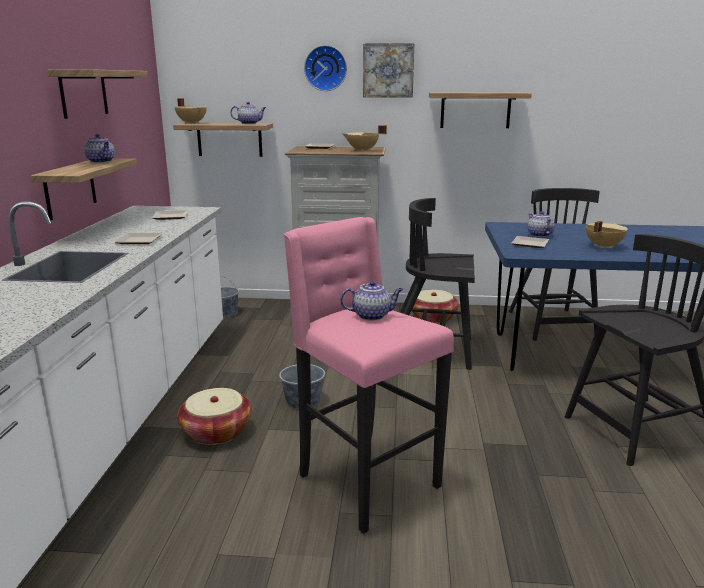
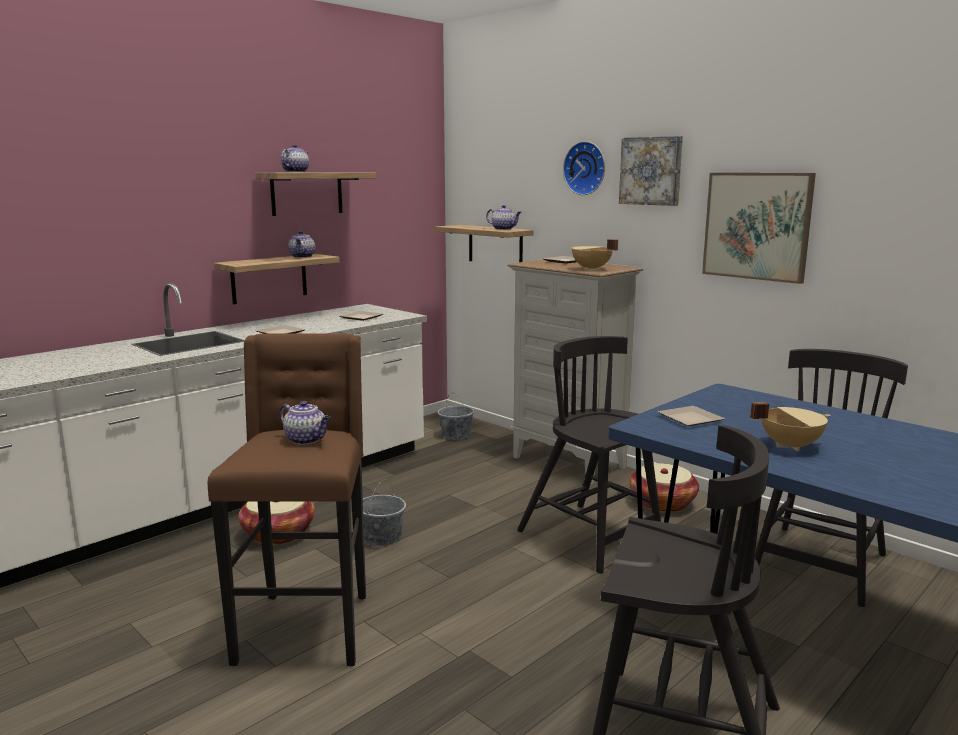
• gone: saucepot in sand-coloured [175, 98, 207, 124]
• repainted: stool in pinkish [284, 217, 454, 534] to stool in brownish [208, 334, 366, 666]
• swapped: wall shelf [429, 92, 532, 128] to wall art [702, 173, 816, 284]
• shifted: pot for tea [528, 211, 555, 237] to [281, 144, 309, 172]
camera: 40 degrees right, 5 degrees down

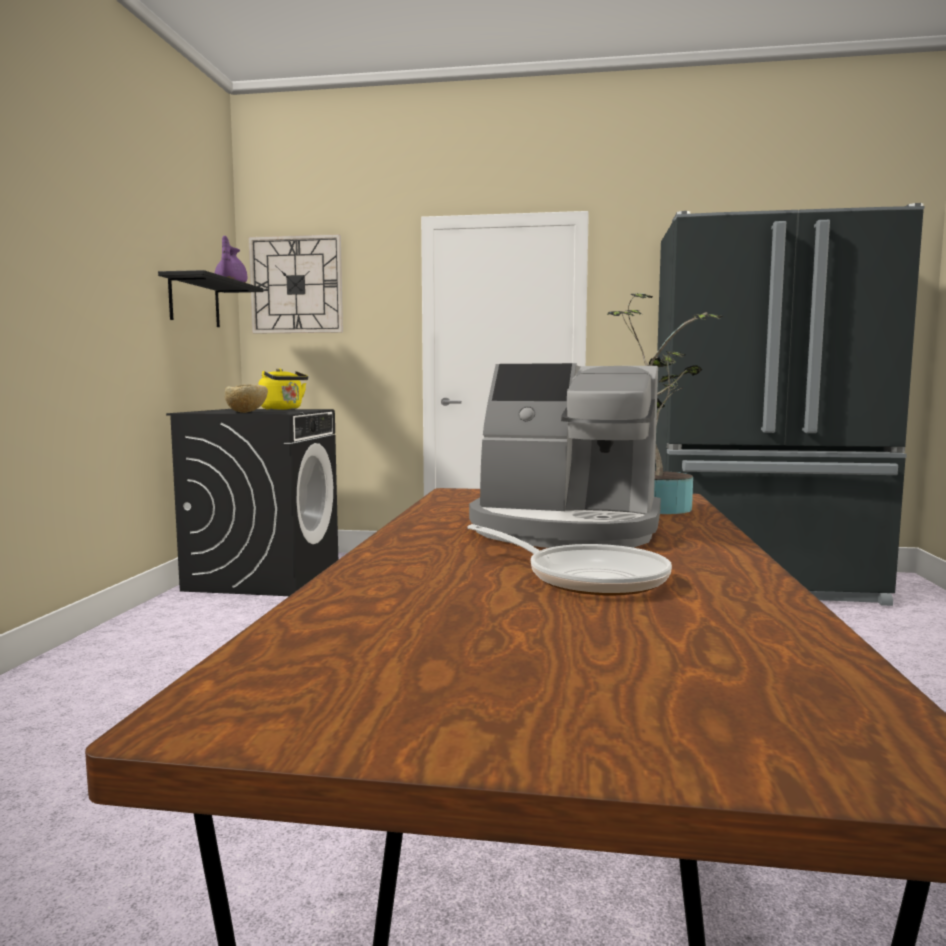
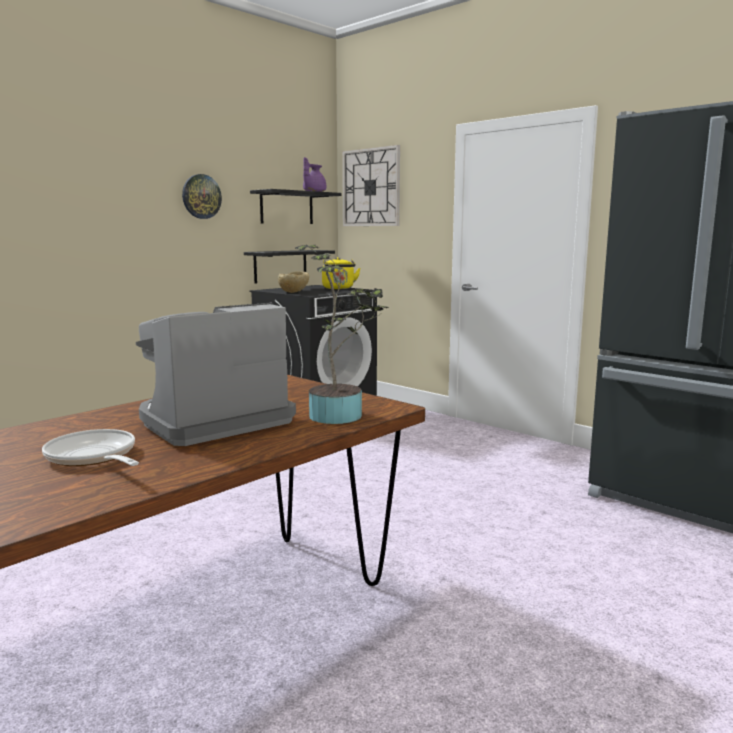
• rotated: pan [467, 524, 672, 595] = [42, 429, 139, 466] 150 degrees clockwise
• rotated: coffee brewer [469, 363, 661, 548] = [136, 303, 296, 446] 90 degrees clockwise
• new: clock on the wall [182, 174, 222, 219]
• new: wall shelf in black [244, 250, 335, 284]
camera: 35 degrees right, 5 degrees up

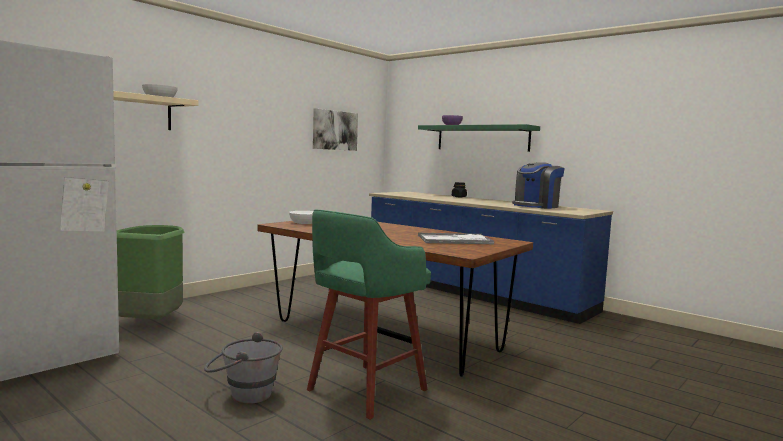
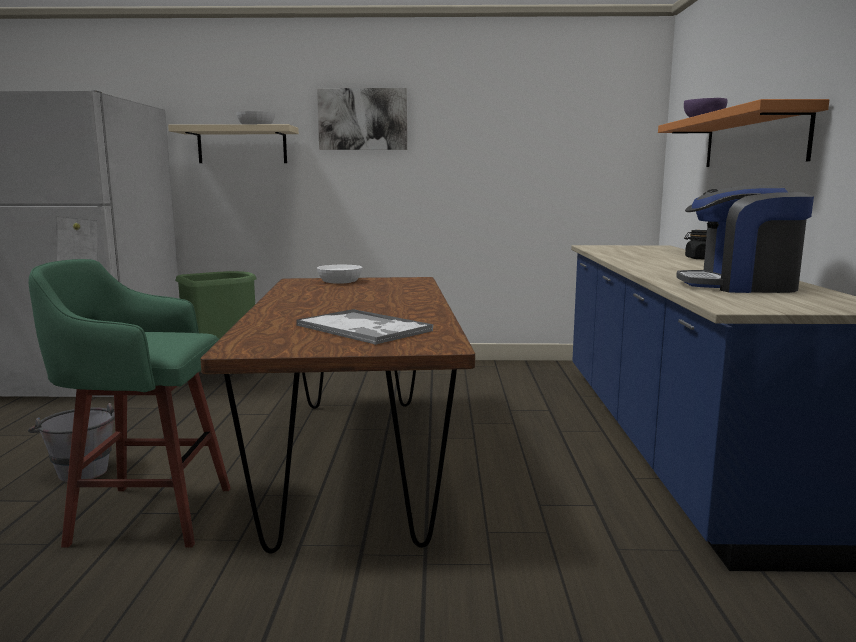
• shifted: wall art [313, 108, 358, 151] to [317, 88, 407, 150]
• repainted: wall shelf in green [418, 124, 540, 152] to wall shelf in orangey [658, 99, 830, 167]
camera: 50 degrees right, 5 degrees up

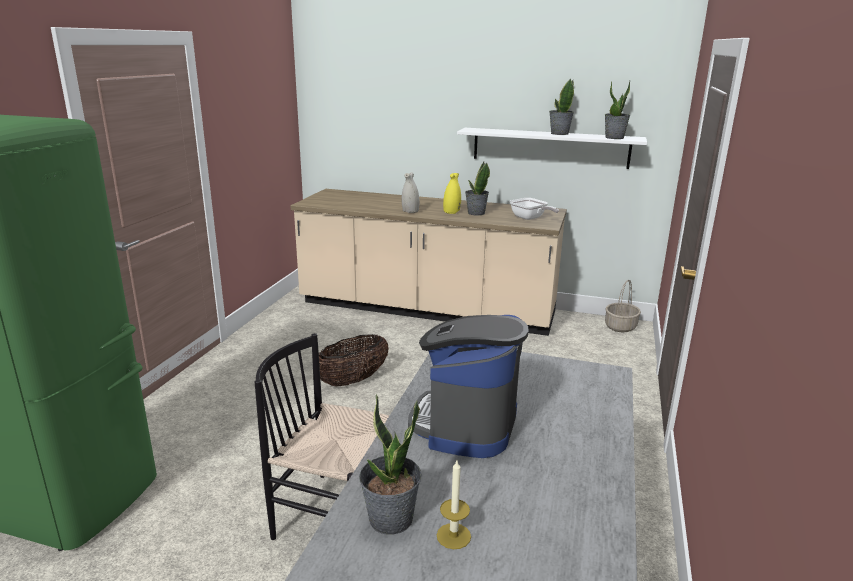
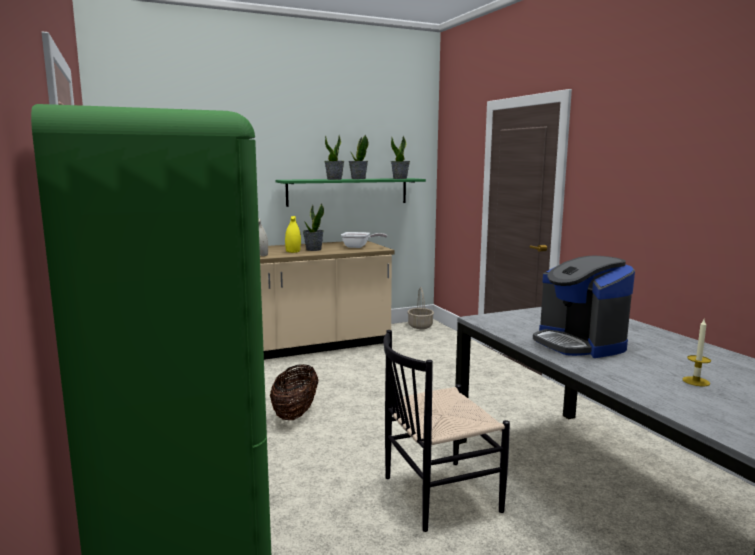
• shifted: houseplant [359, 394, 422, 535] to [325, 135, 344, 180]
• repainted: wall shelf in white-coloured [457, 128, 647, 169] to wall shelf in green [276, 178, 426, 207]
camera: 40 degrees left, 10 degrees down

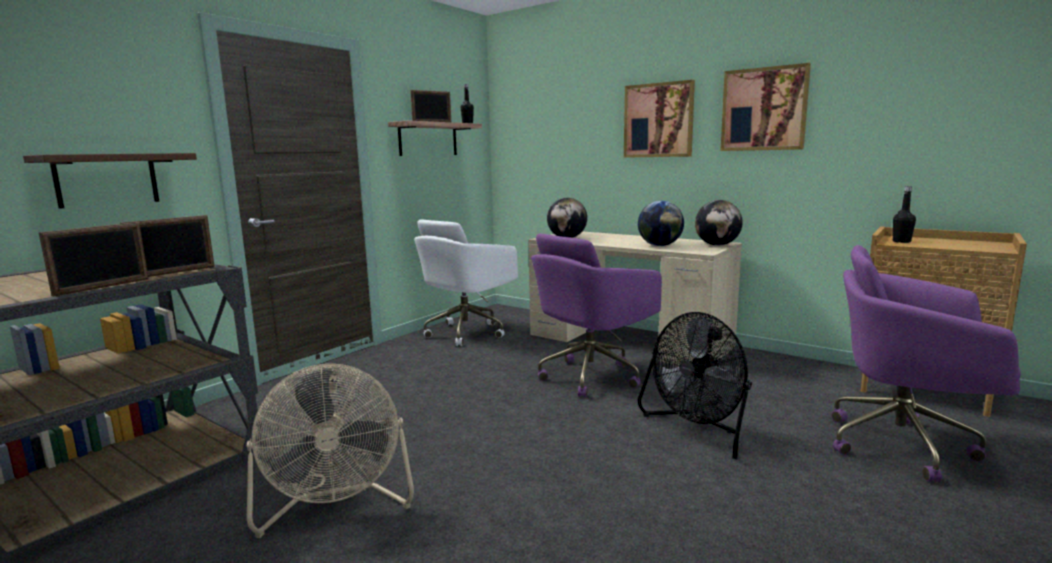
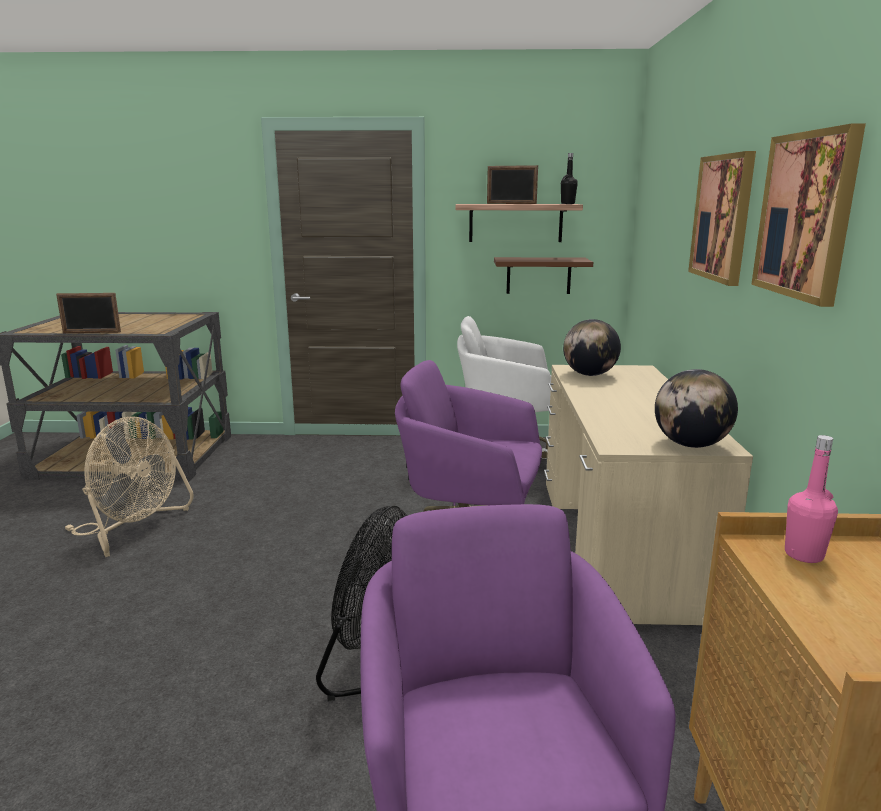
• shifted: wall shelf in brownish [23, 153, 197, 209] to [494, 257, 593, 294]
• gone: standing frame [120, 215, 215, 277]
• rotated: fan in sand-coloured [246, 364, 414, 538] = [65, 417, 193, 557] 105 degrees counterclockwise
• gone: world globe [638, 201, 684, 246]
• repainted: bottle in black [893, 186, 916, 243] to bottle in pinkish [785, 435, 838, 563]
camera: 55 degrees right, 5 degrees up

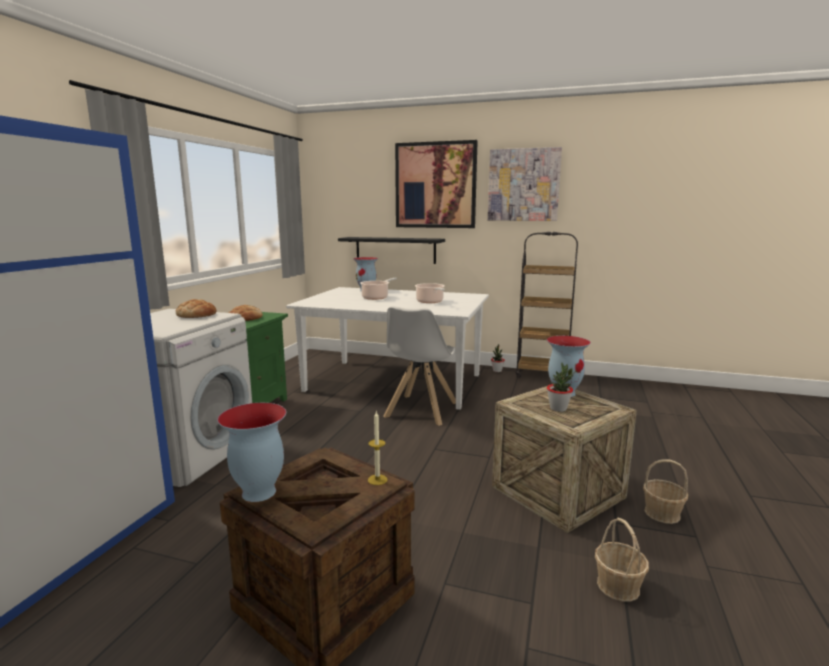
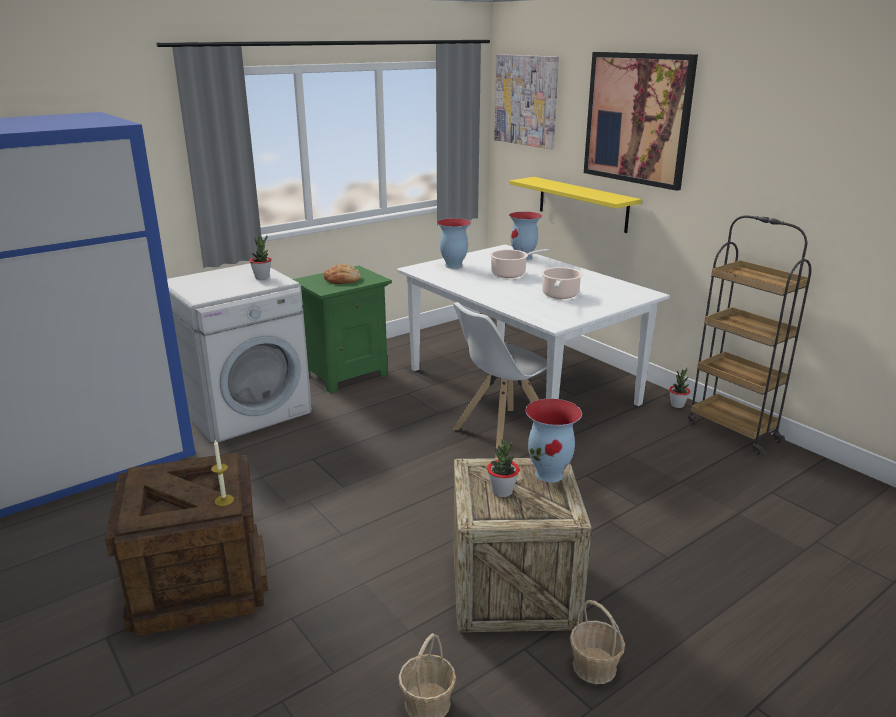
• swapped: bread [176, 299, 217, 318] to houseplant [249, 235, 272, 280]
• shifted: vase [217, 403, 286, 502] to [437, 218, 471, 269]
• repainted: wall shelf in black [338, 237, 445, 264] to wall shelf in yellowish [509, 177, 642, 233]
• shifted: wall art [488, 147, 562, 221] to [494, 54, 559, 149]
camera: 35 degrees right, 10 degrees up

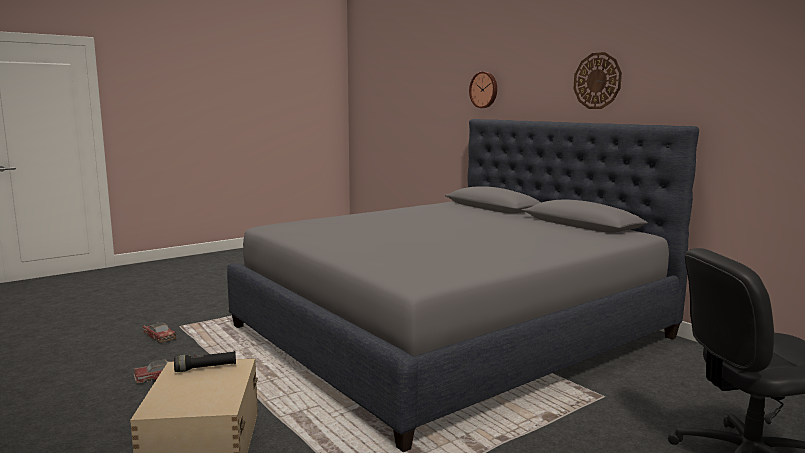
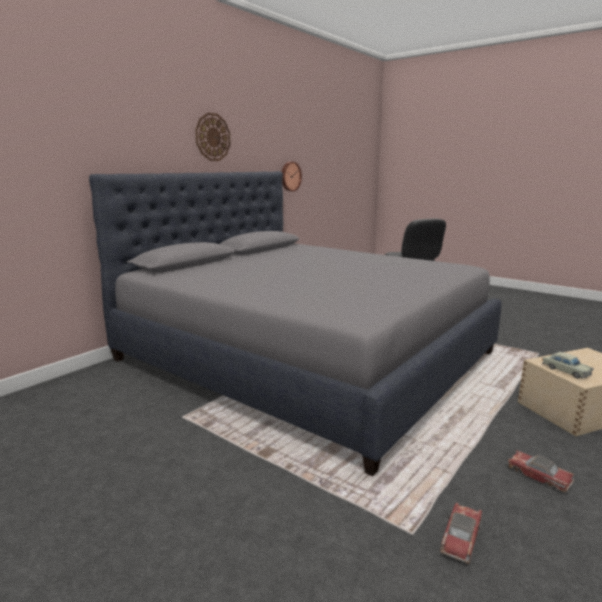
• swapped: torch in black [174, 351, 236, 372] to model car in sand-coloured [542, 352, 594, 378]
• shifted: clock on the wall [469, 72, 497, 108] to [282, 162, 302, 191]
camera: 105 degrees left, 5 degrees up

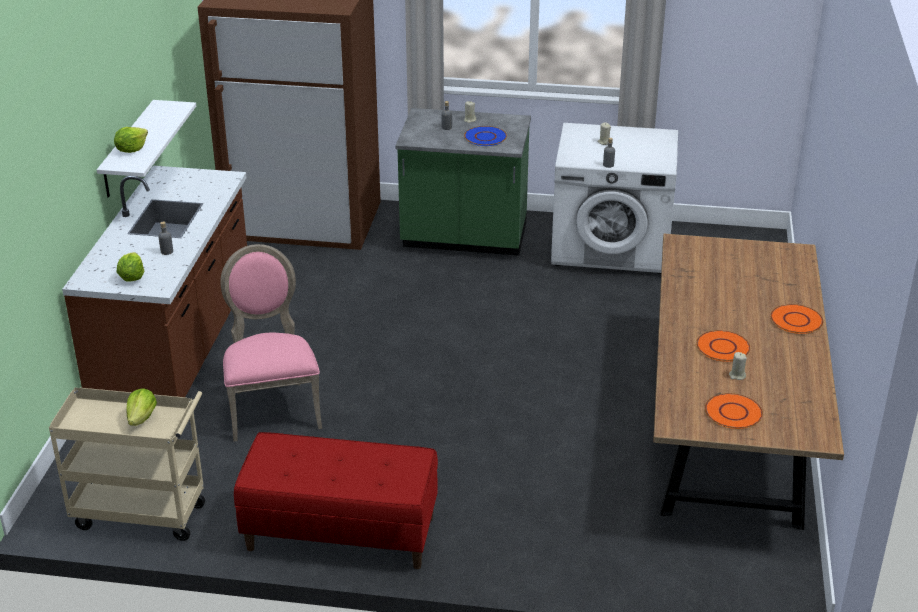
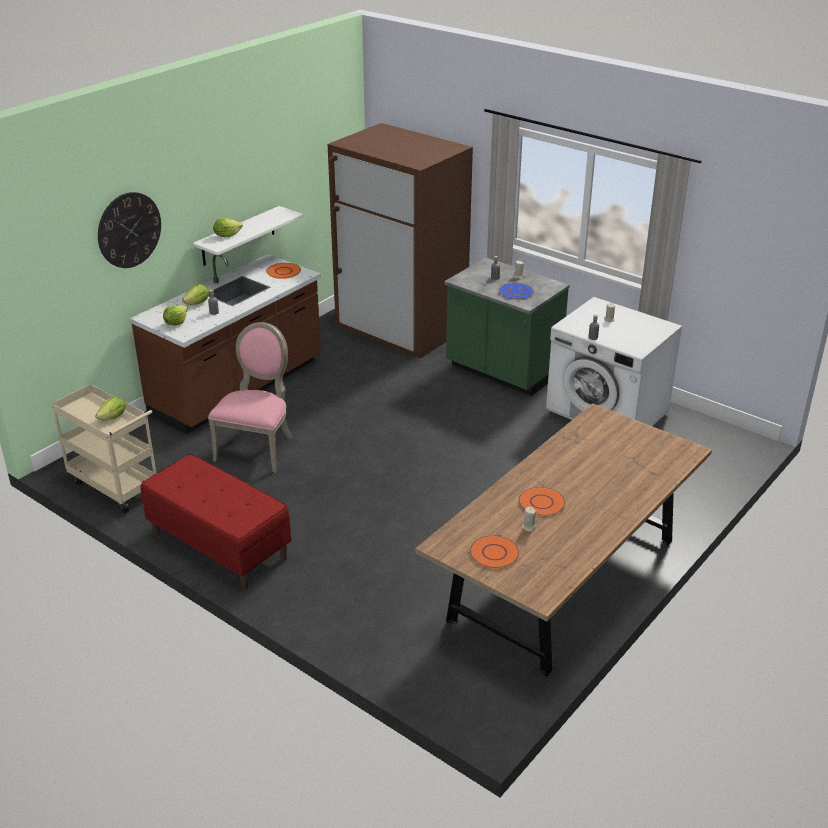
• shifted: dinner plate in orangey [770, 304, 823, 334] to [266, 263, 301, 279]
• new: clock on the wall [98, 192, 161, 268]
• new: lettuce head [182, 284, 209, 305]
camera: 30 degrees right, 0 degrees up

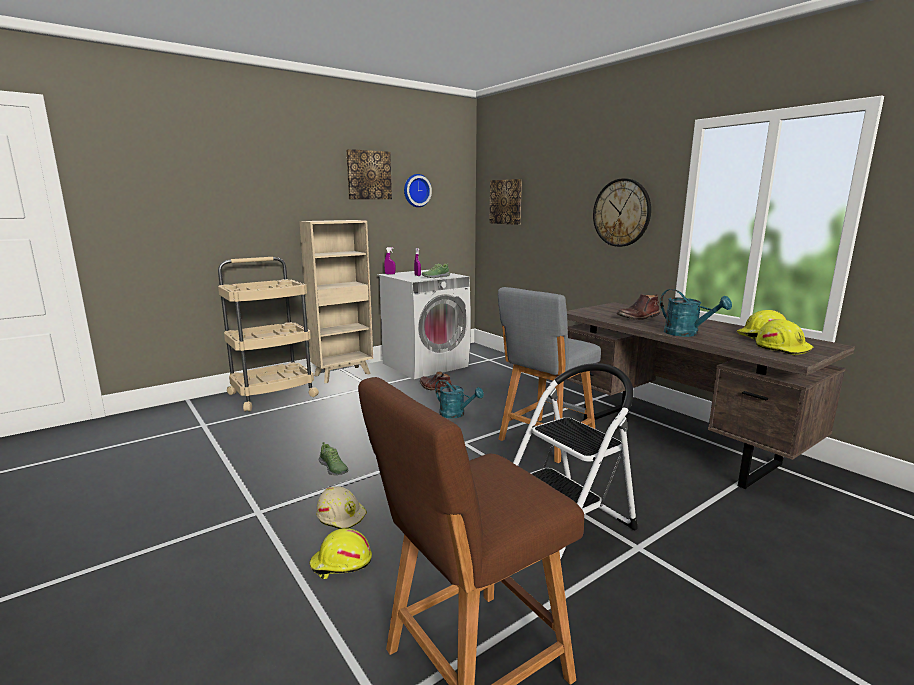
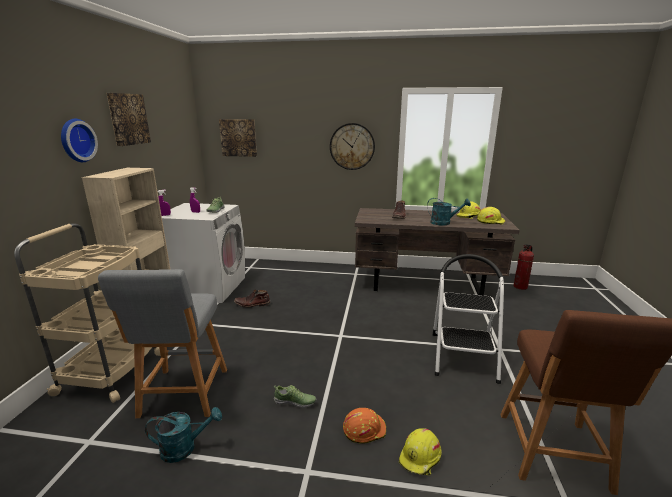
• repainted: hard hat in sand-coloured [316, 486, 367, 529] to hard hat in orangey [343, 408, 386, 444]
• shifted: clock on the wall [404, 174, 432, 207] to [61, 119, 98, 162]
• shifted: watering can in turquoise-coloured [435, 380, 484, 418] to [145, 407, 222, 463]
• shifted: stool in gray [498, 287, 601, 463] to [98, 269, 227, 418]
• new: extinguisher [514, 244, 534, 290]
camera: 45 degrees left, 5 degrees up

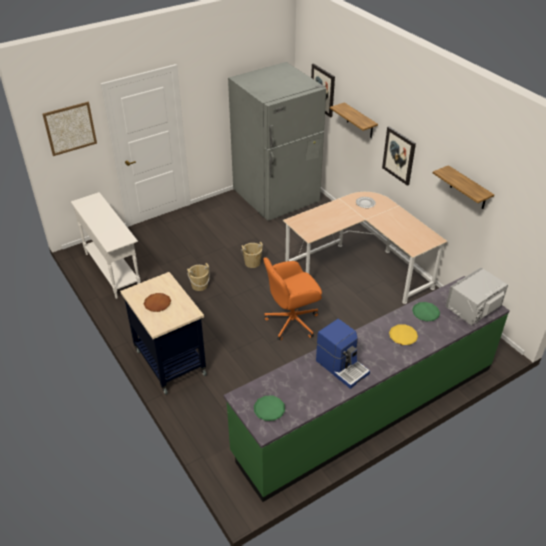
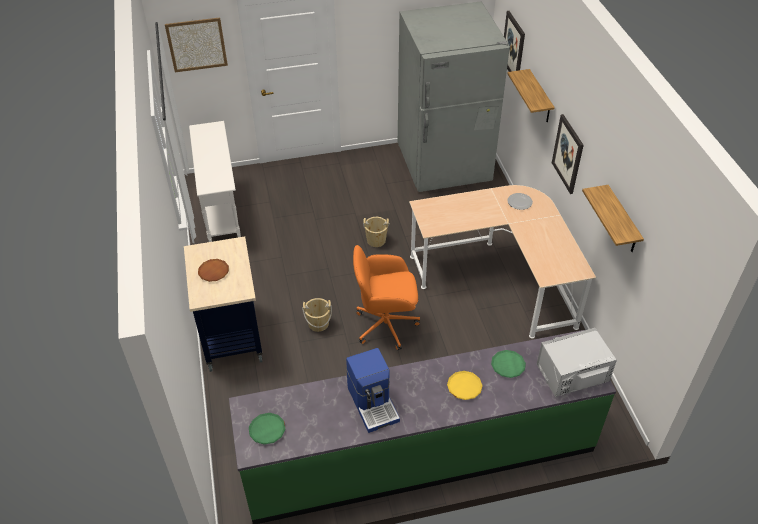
• shifted: pail in sand-coloured [187, 263, 210, 291] to [302, 298, 332, 332]
camera: 20 degrees right, 5 degrees up

